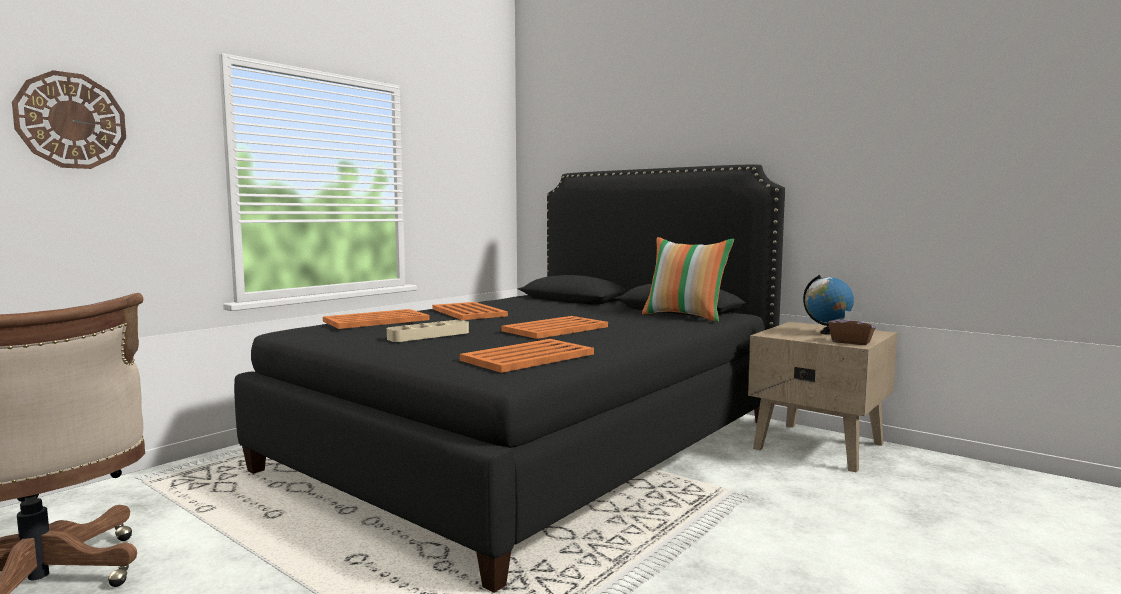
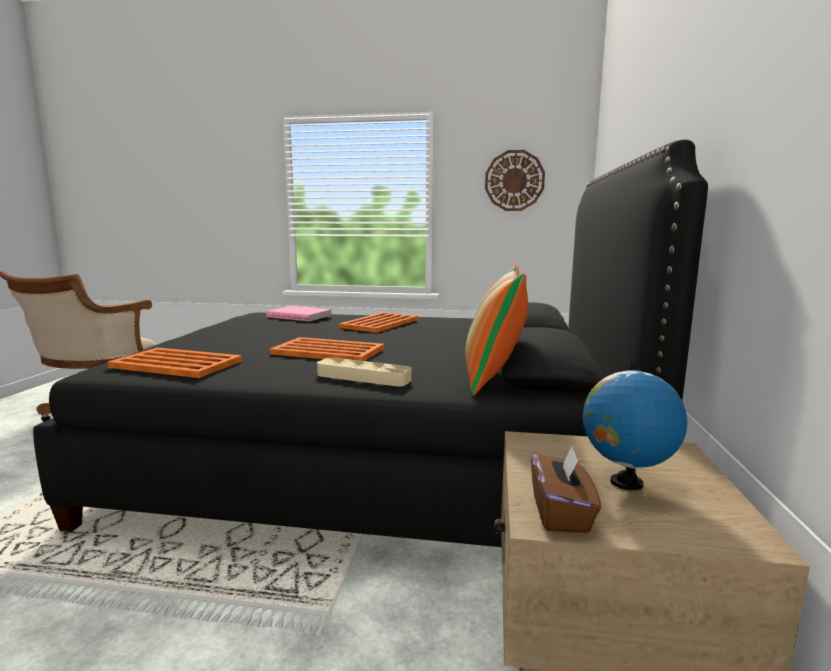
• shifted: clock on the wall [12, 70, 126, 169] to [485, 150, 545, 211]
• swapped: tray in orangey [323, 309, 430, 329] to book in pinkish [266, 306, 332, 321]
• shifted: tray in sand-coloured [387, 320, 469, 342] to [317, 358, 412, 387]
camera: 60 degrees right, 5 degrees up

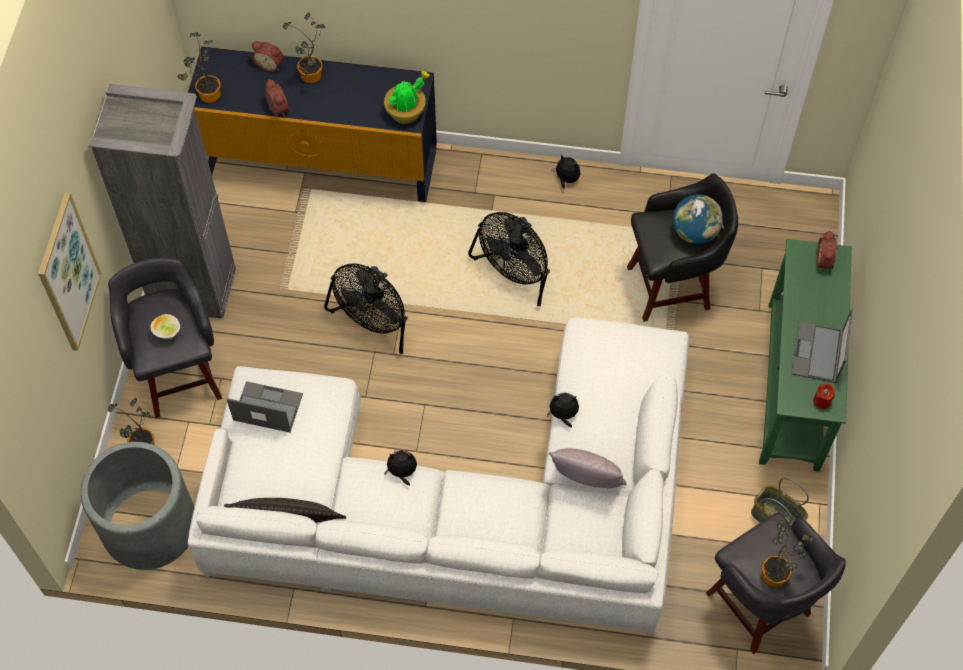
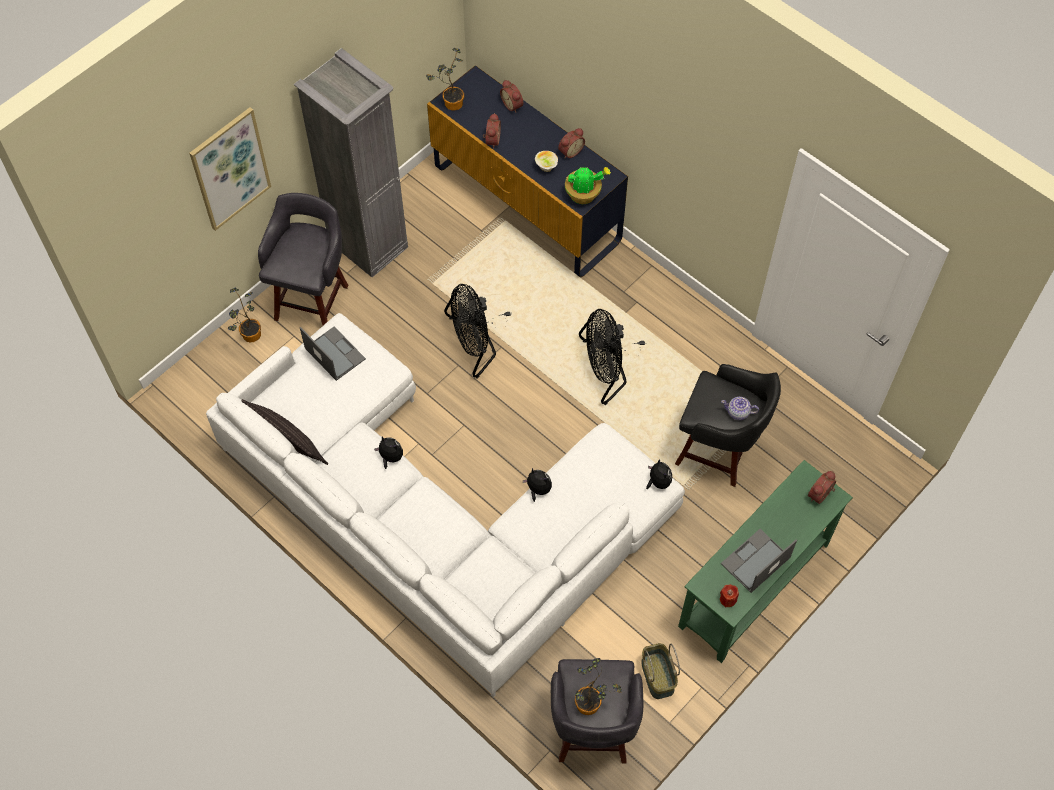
• gone: flower pot in gray [80, 442, 194, 570]
• shifted: deep dish [150, 314, 180, 339] to [535, 151, 558, 172]
• gone: houseplant [282, 13, 326, 83]
• gone: pillow in purple-coloured [549, 448, 626, 488]
• shifted: plush toy [551, 155, 580, 189] to [646, 459, 672, 489]
• swapped: world globe [673, 194, 723, 244] to pot for tea [721, 397, 759, 420]
• new: alarm clock [558, 128, 585, 158]
camera: 35 degrees right, 0 degrees up

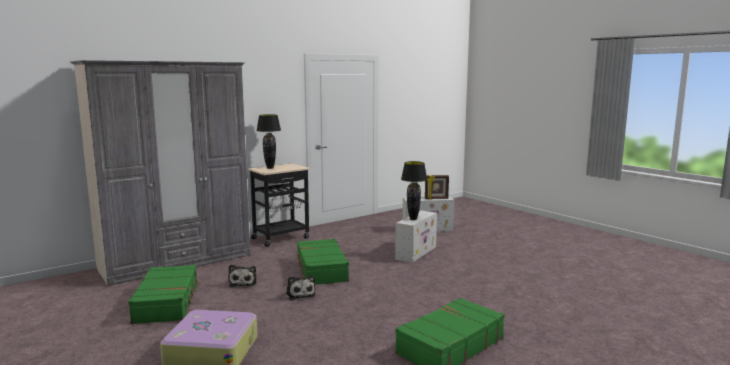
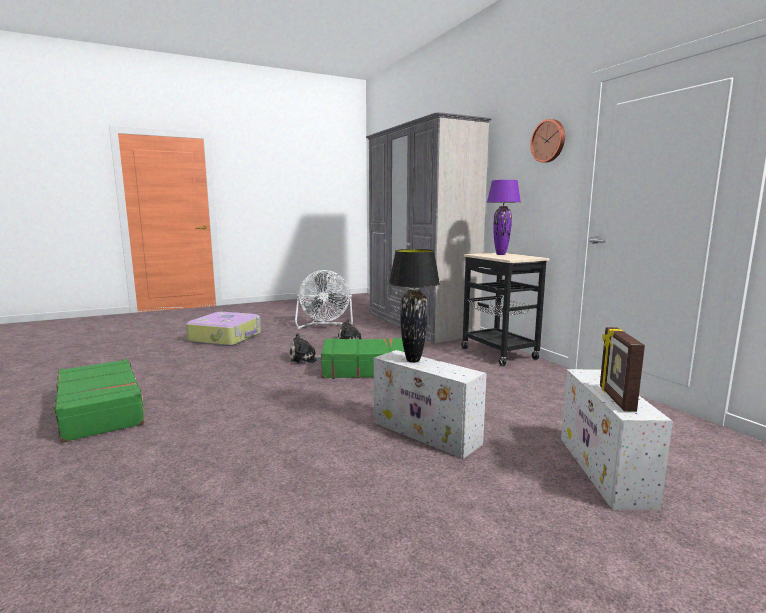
• swapped: suitcase in green [128, 265, 200, 324] to fan in white-coloured [295, 270, 353, 329]
• repainted: lamp for a table in black [257, 114, 281, 169] to lamp for a table in purple-coloured [487, 180, 521, 255]
• new: clock on the wall [530, 119, 565, 163]
camera: 100 degrees right, 0 degrees up

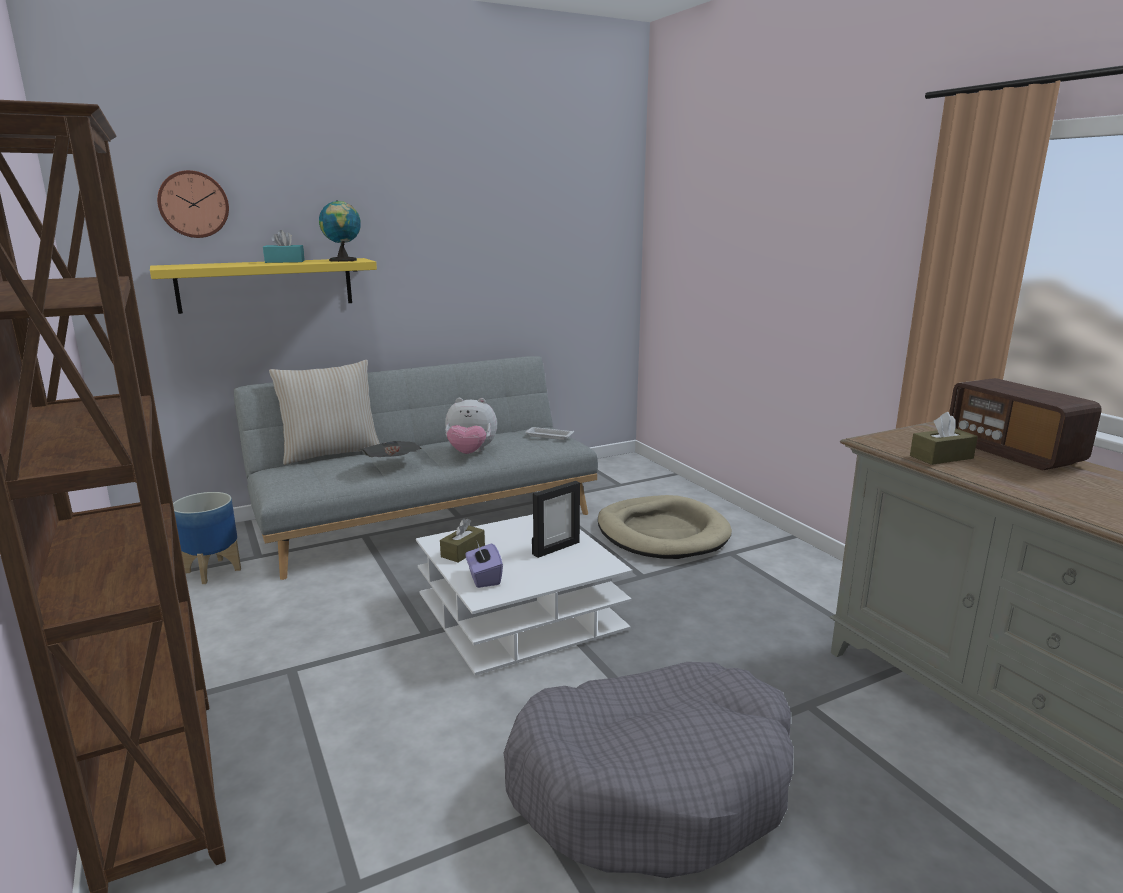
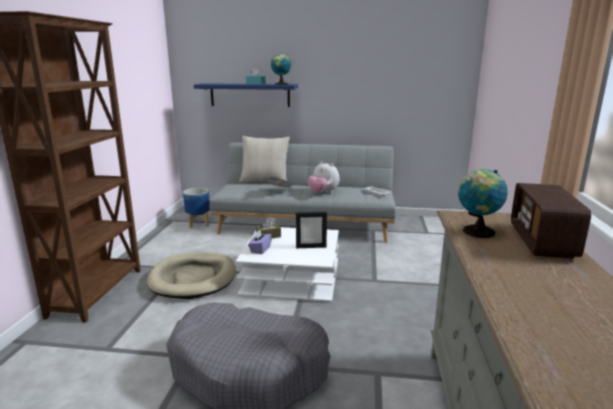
• repainted: wall shelf in yellowish [150, 258, 377, 314] to wall shelf in bluish [194, 83, 298, 107]
• gone: clock on the wall [157, 170, 229, 238]
• shifted: dog cushion in sand-coloured [598, 495, 732, 559] to [147, 252, 236, 299]
• swapped: box of tissues in brownish [910, 412, 978, 465] to world globe [458, 169, 508, 238]
camera: 35 degrees right, 0 degrees up

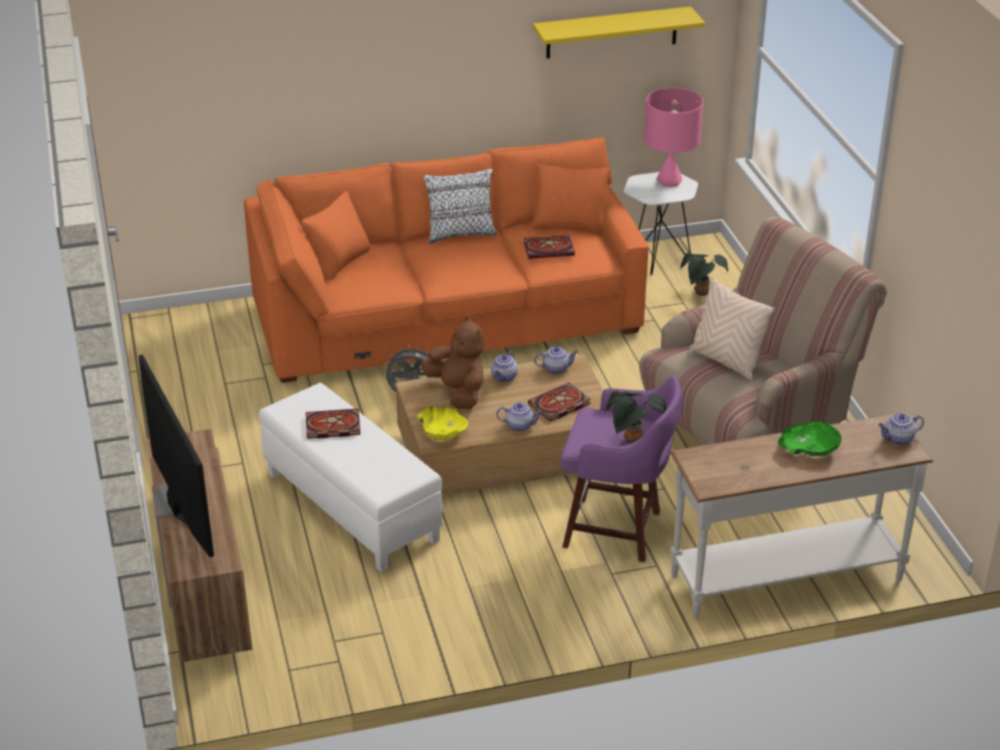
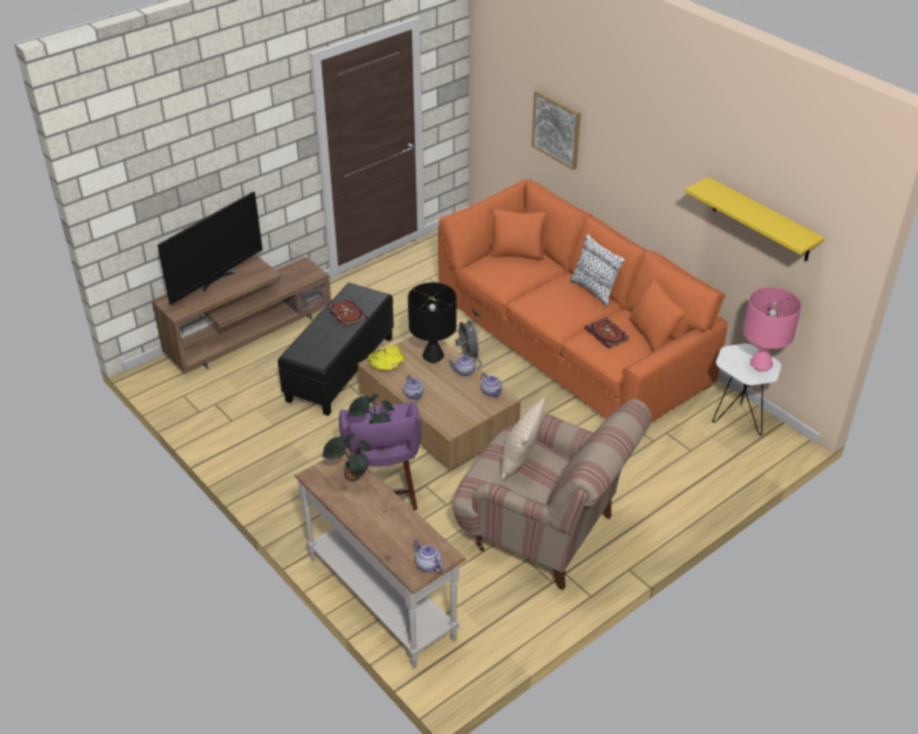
• repainted: pouffe in white-coloured [259, 383, 442, 572] to pouffe in black [278, 283, 394, 416]
• swapped: plush toy in brownish [421, 316, 484, 409] to lamp for a table in black [408, 282, 457, 363]
• gone: book [528, 383, 591, 421]
• shifted: houseplant [680, 253, 728, 296] to [322, 433, 372, 481]
• gone: deep dish in green [778, 421, 842, 456]
• new: wall art [532, 90, 581, 170]
camera: 65 degrees right, 5 degrees up

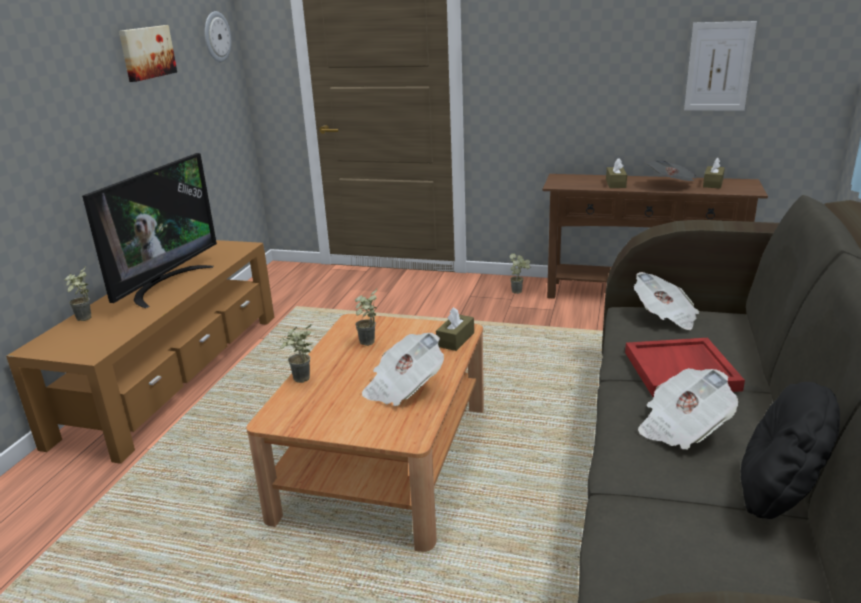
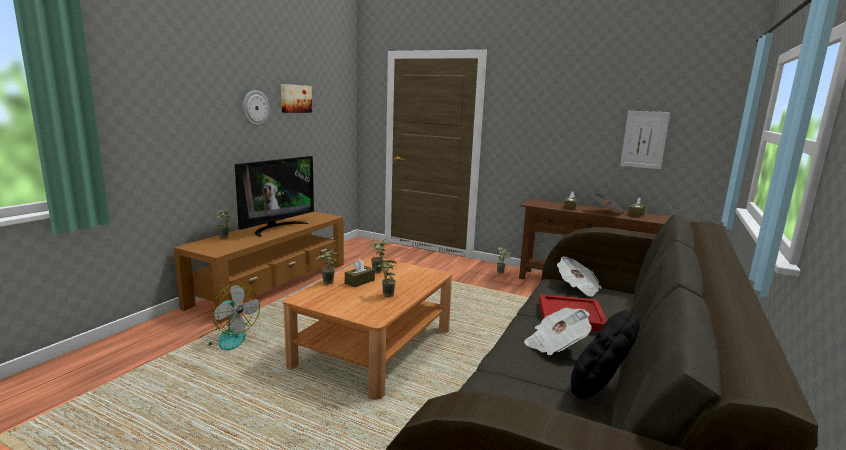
• shifted: clock on the wall [205, 11, 231, 62] to [243, 90, 270, 126]
• swapped: daily paper [362, 333, 444, 406] to houseplant [375, 260, 396, 297]
• shifted: box of tissues in brownish [436, 307, 474, 351] to [345, 259, 375, 288]
• new: fan [200, 283, 260, 350]
camera: 10 degrees right, 10 degrees down

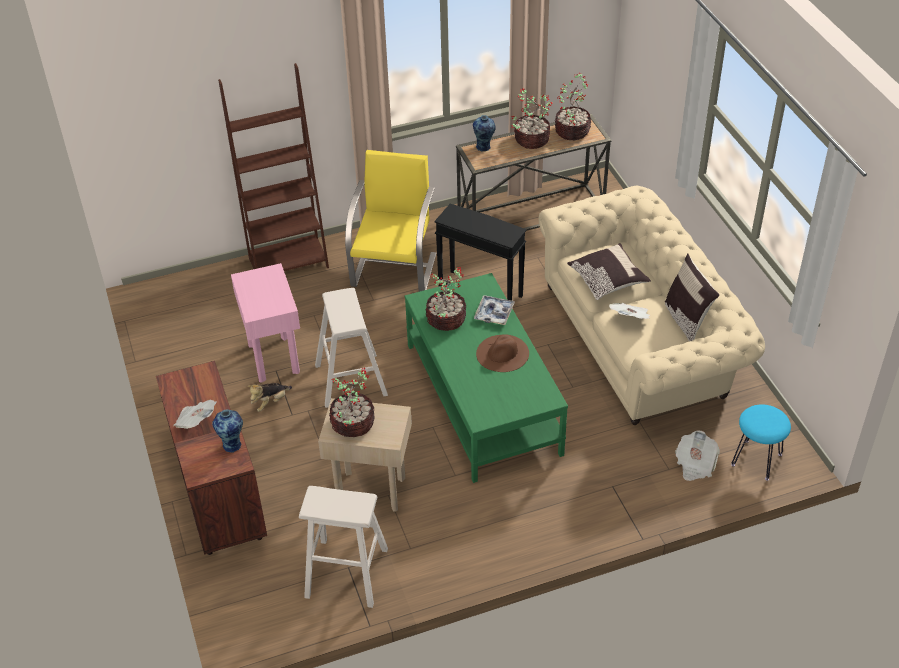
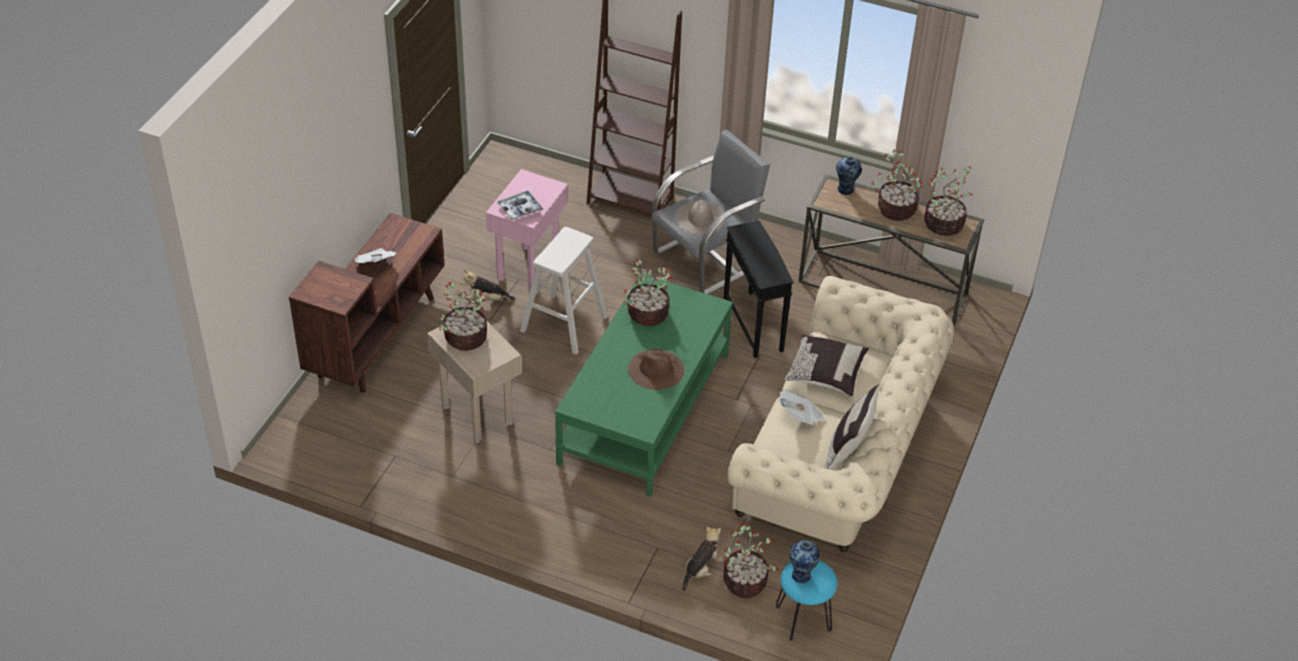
• shifted: vase [212, 409, 243, 453] to [790, 540, 820, 583]
• gone: stool in sand-coloured [299, 486, 388, 608]
• repainted: armchair in yellowish [345, 150, 437, 292] to armchair in gray [652, 130, 770, 294]
• shifted: tray [474, 295, 515, 325] to [497, 190, 544, 220]
• swapped: daily paper [675, 430, 720, 481] to houseplant [723, 523, 779, 598]
• new: hat in sand-coloured [675, 199, 726, 235]
• new: plush toy [683, 527, 723, 591]
camera: 40 degrees right, 0 degrees up

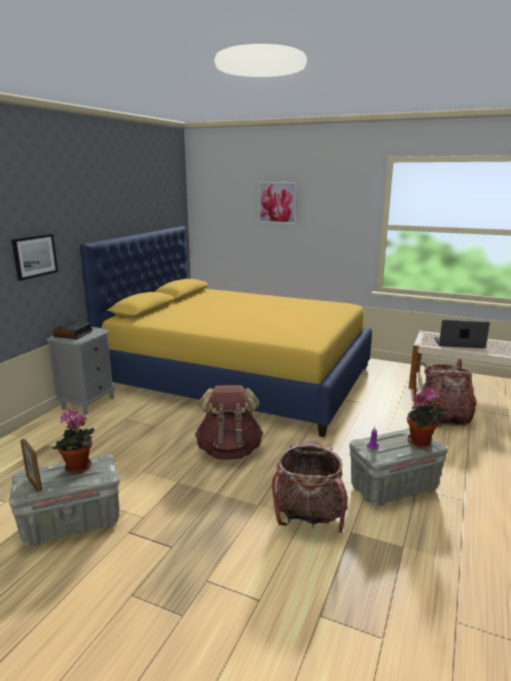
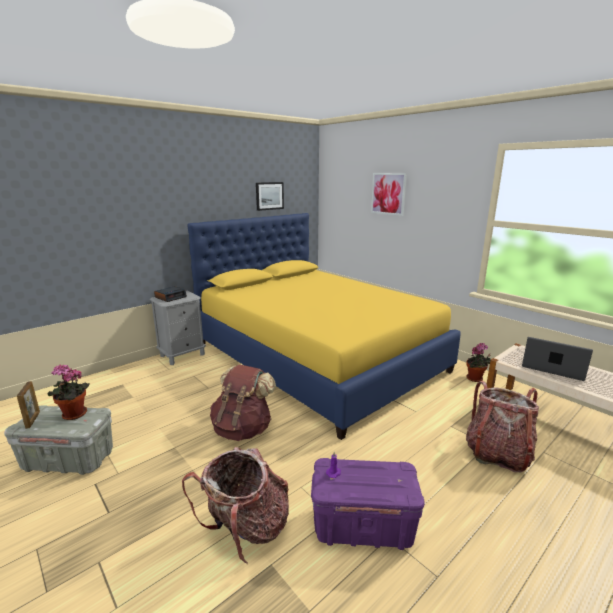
• shifted: wall art [11, 234, 58, 281] to [256, 182, 284, 211]
• repainted: storage box in gray [350, 428, 448, 506] to storage box in purple-coloured [311, 458, 425, 550]
• shifted: houseplant [407, 387, 445, 447] to [466, 343, 491, 382]
camera: 25 degrees right, 0 degrees up

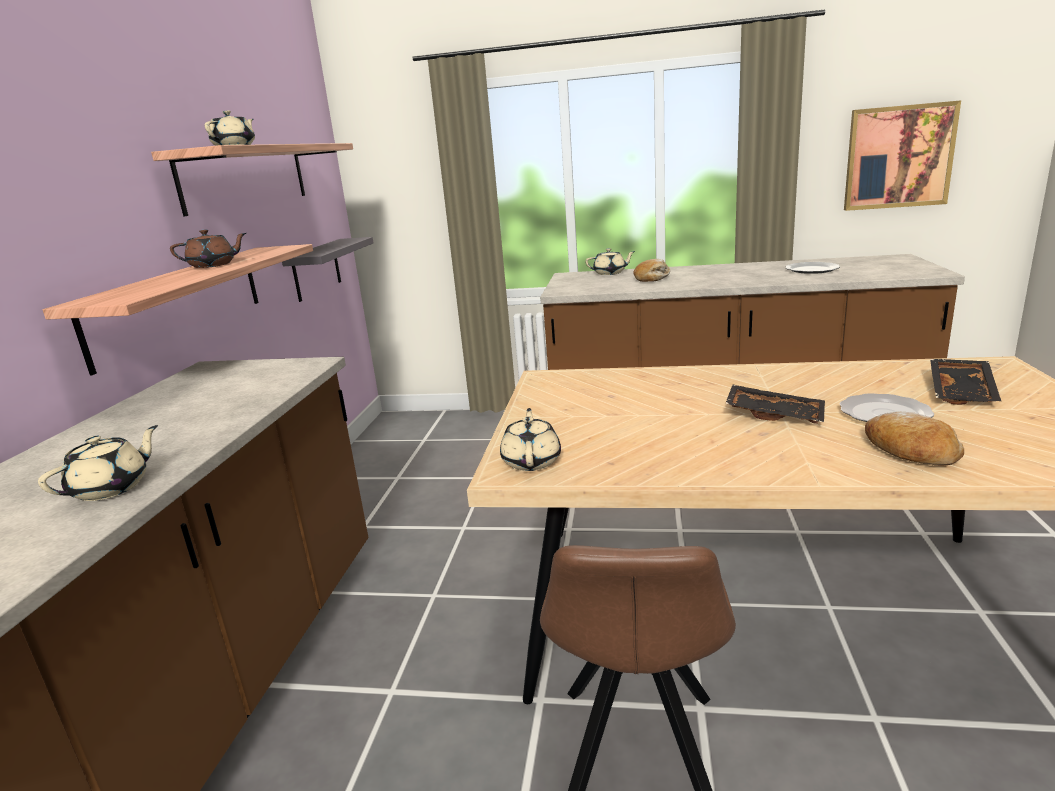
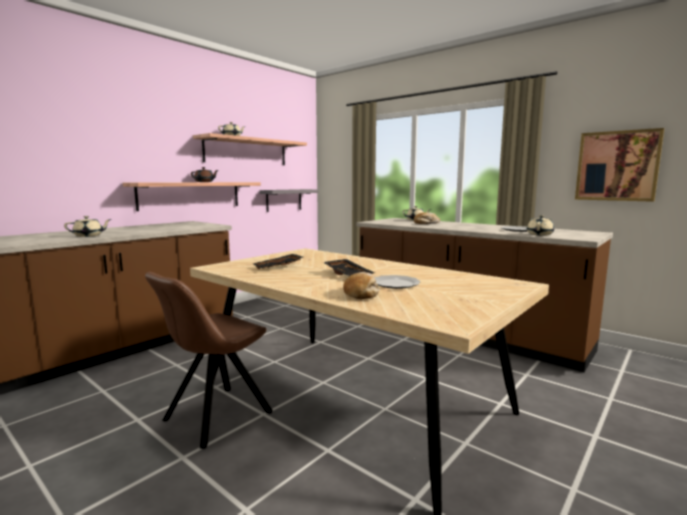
• shifted: pot for tea in sand-coloured [500, 408, 561, 471] to [527, 215, 554, 236]
• shifted: tray in black [930, 359, 1001, 405] to [253, 254, 303, 269]
camera: 30 degrees right, 10 degrees down

